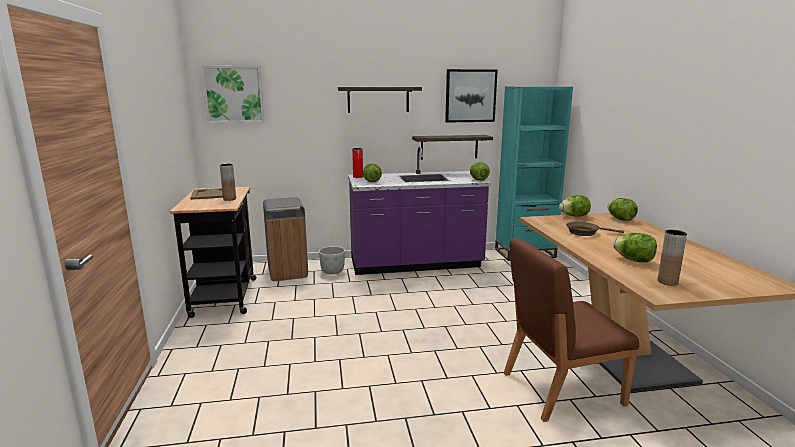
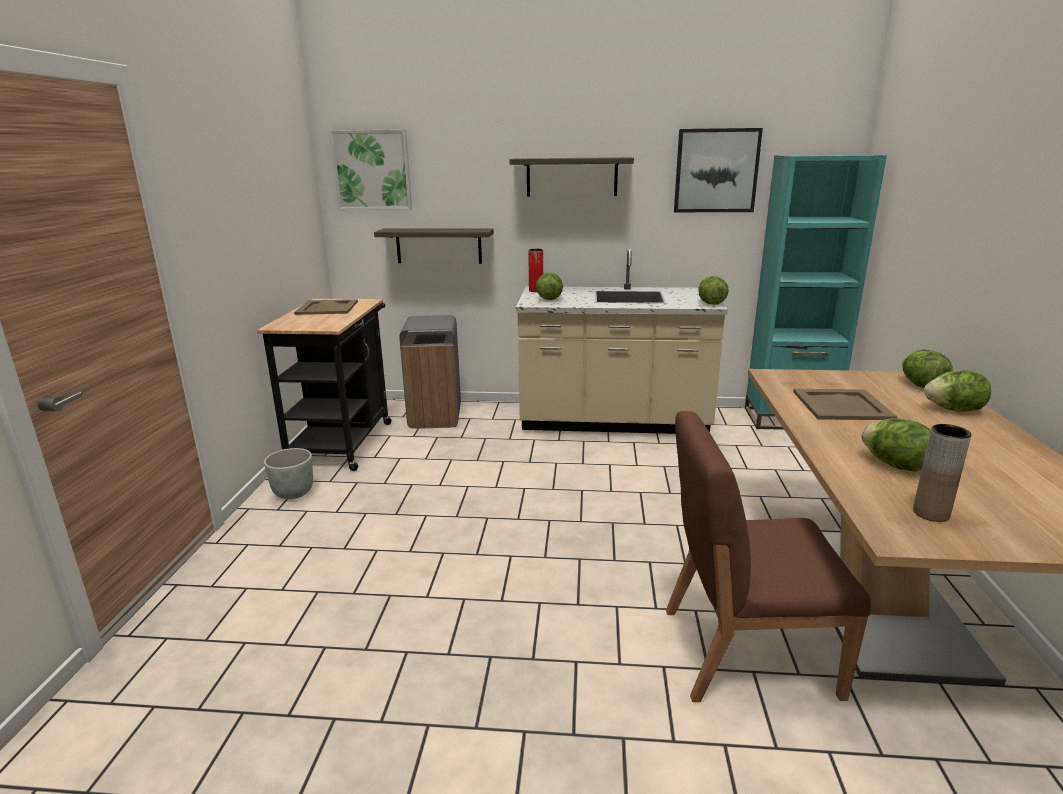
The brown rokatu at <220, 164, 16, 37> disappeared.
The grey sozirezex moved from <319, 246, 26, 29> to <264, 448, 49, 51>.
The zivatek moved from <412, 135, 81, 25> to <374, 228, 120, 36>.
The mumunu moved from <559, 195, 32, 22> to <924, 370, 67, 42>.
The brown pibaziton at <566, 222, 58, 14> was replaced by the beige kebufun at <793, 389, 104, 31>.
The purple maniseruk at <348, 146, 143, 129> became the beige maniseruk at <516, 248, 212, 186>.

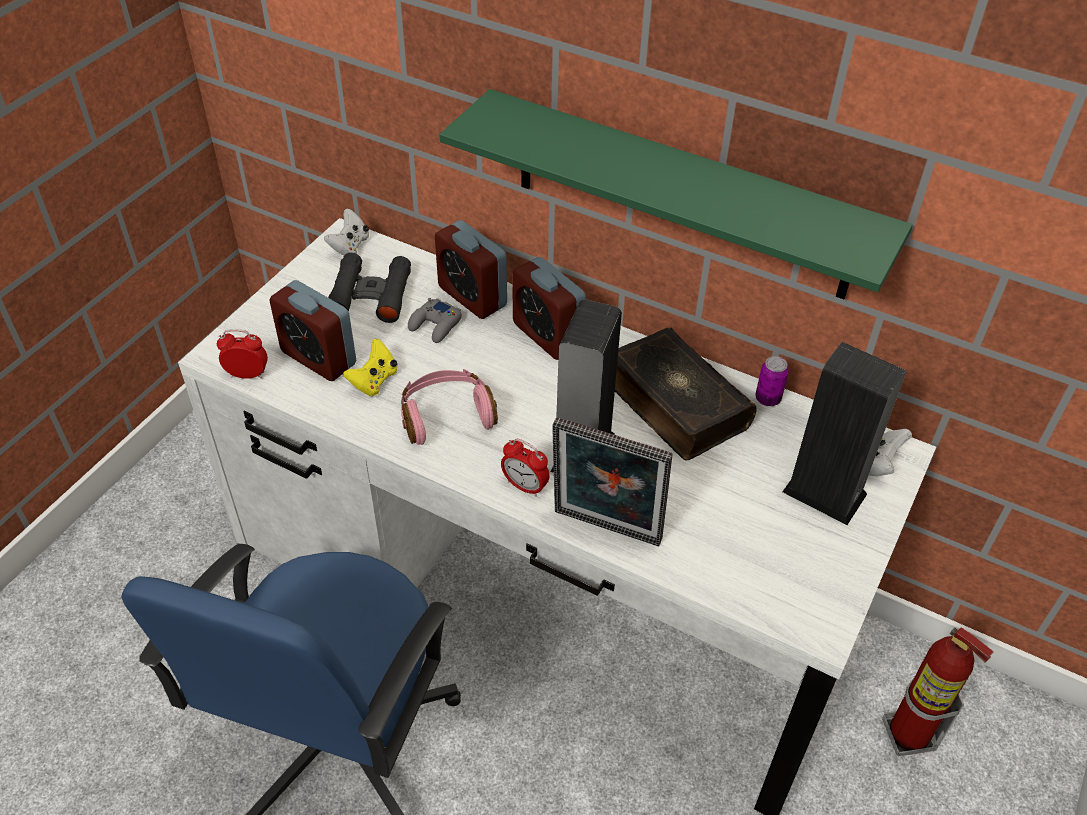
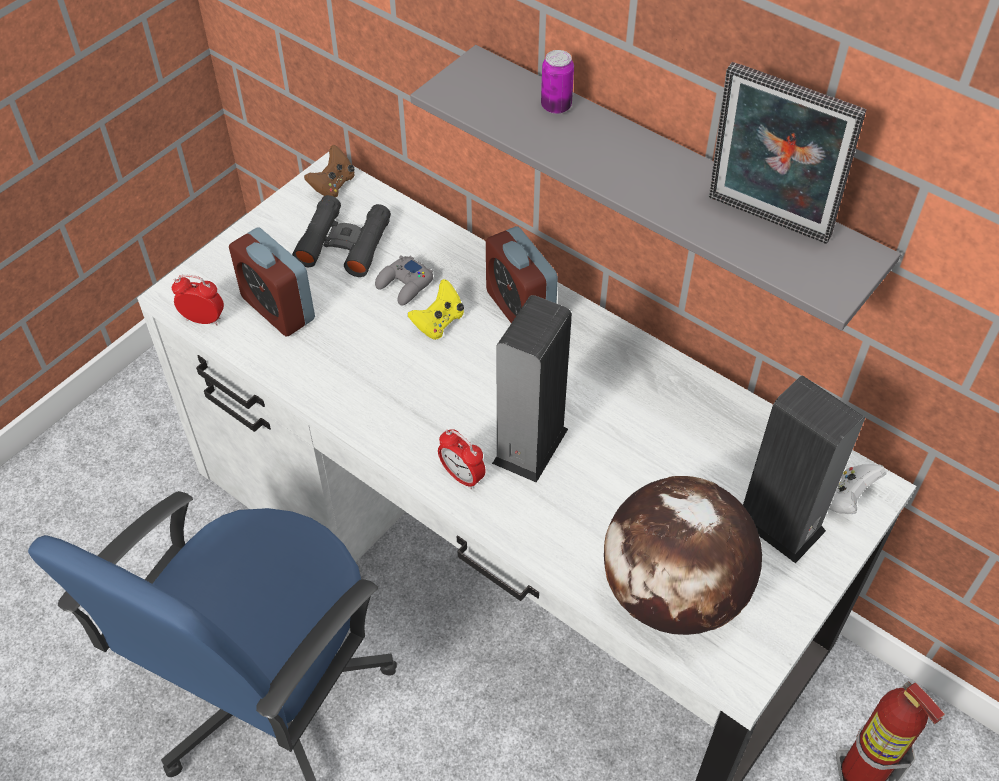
The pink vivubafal at <401, 369, 97, 76> disappeared.
The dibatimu at <435, 220, 72, 99> disappeared.
The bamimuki at <615, 327, 141, 134> disappeared.
The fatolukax at <604, 476, 158, 159> appeared.
The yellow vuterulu moved from <343, 339, 54, 57> to <408, 279, 56, 61>.
The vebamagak moved from <552, 417, 120, 129> to <709, 62, 157, 182>.
The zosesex moved from <755, 356, 34, 50> to <541, 50, 33, 64>.
The white vuterulu at <324, 208, 45, 47> became the brown vuterulu at <304, 145, 51, 53>.
The green zivatek at <439, 89, 474, 210> became the grey zivatek at <410, 45, 491, 286>.

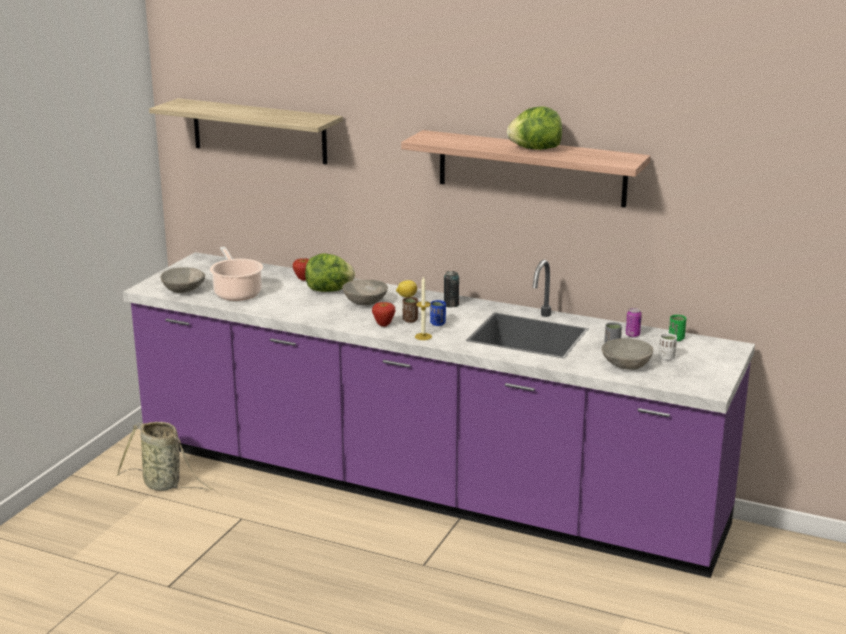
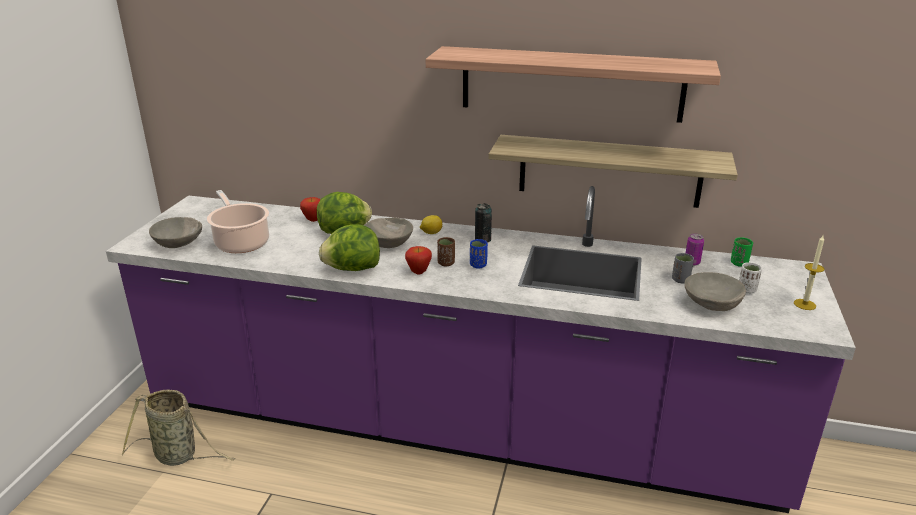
The zivatek moved from <149, 98, 194, 66> to <488, 135, 250, 73>.
The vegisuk moved from <415, 276, 17, 64> to <794, 235, 30, 75>.
The mumunu moved from <507, 106, 55, 44> to <319, 224, 61, 47>.

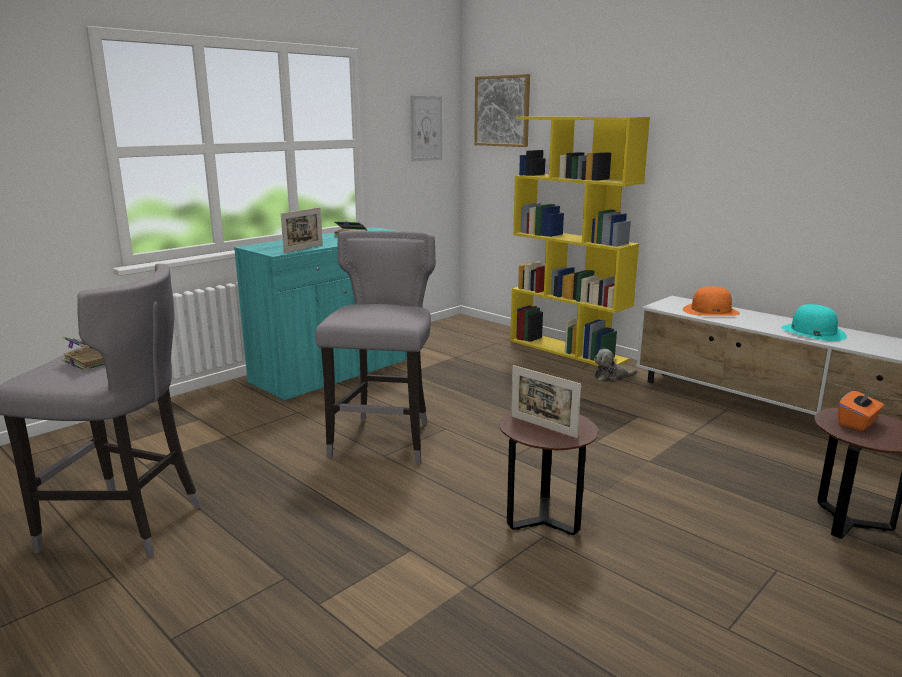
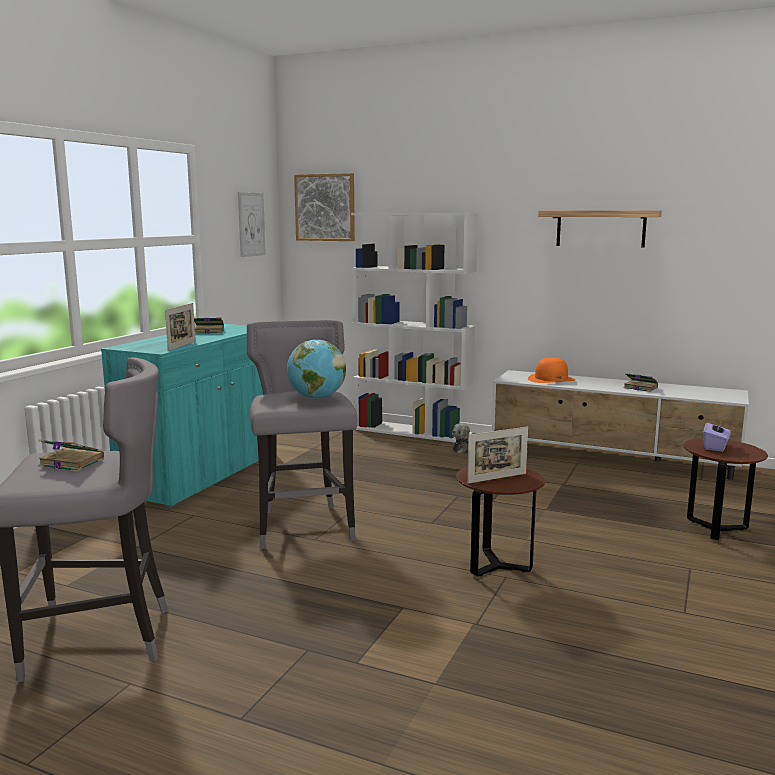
The fatolukax at <287, 340, 59, 59> appeared.
The zivatek at <538, 210, 124, 38> appeared.
The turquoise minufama at <781, 304, 66, 37> was replaced by the bamimuki at <623, 373, 35, 19>.
The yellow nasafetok at <510, 117, 140, 249> became the white nasafetok at <351, 213, 127, 230>.
The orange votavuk at <838, 389, 46, 42> became the purple votavuk at <703, 420, 28, 32>.
The vebamagak at <511, 365, 70, 73> turned 45 degrees counterclockwise.

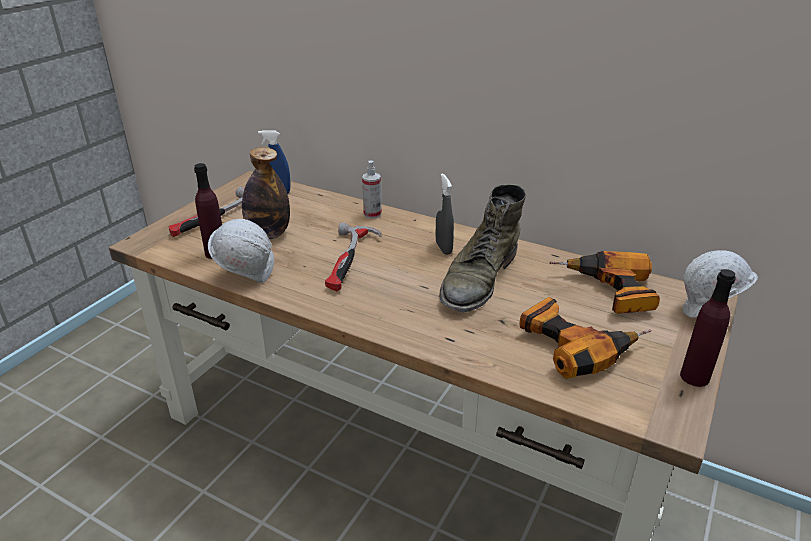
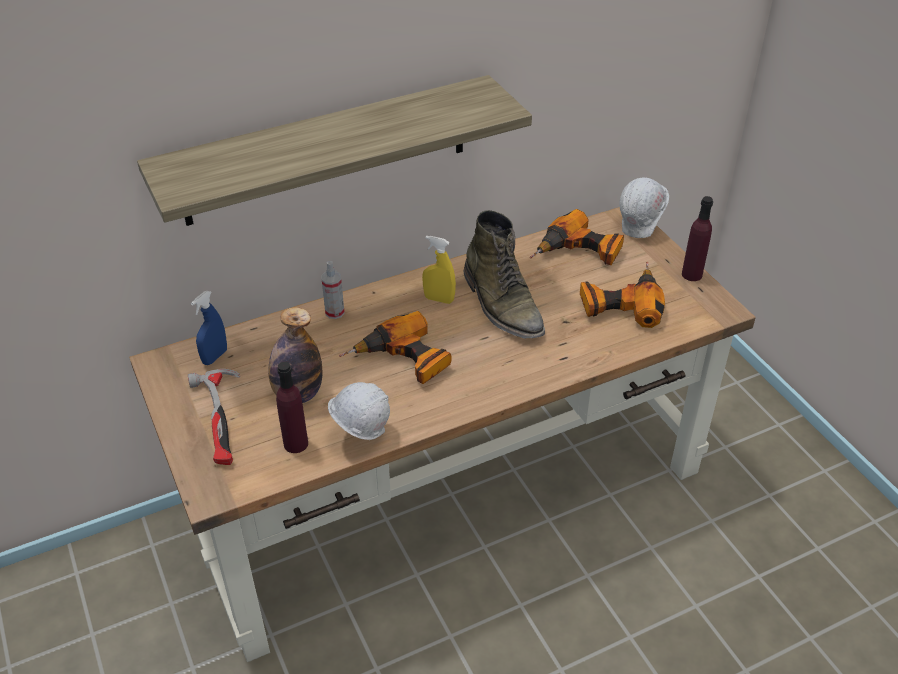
The zivatek at <137, 75, 395, 151> appeared.
The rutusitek at <325, 223, 57, 68> was replaced by the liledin at <339, 311, 112, 73>.
The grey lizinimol at <436, 173, 18, 82> became the yellow lizinimol at <422, 235, 34, 69>.

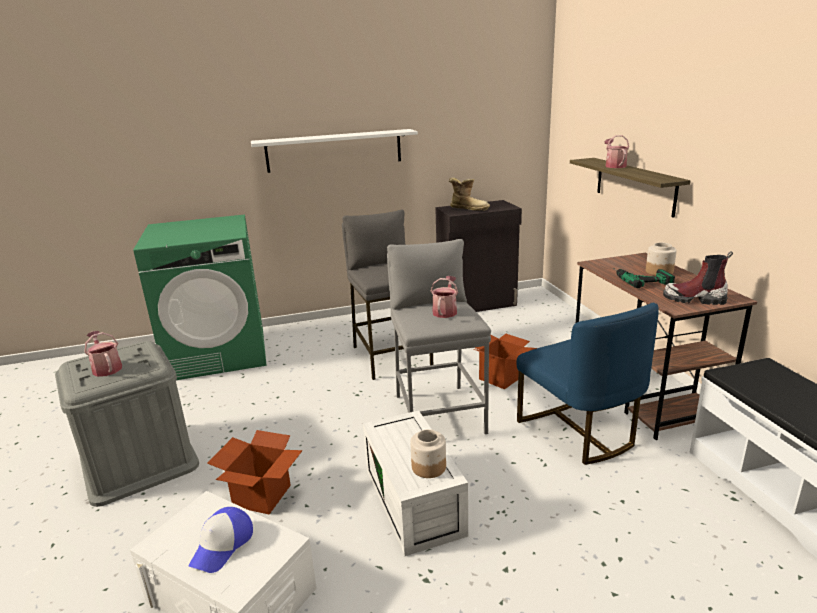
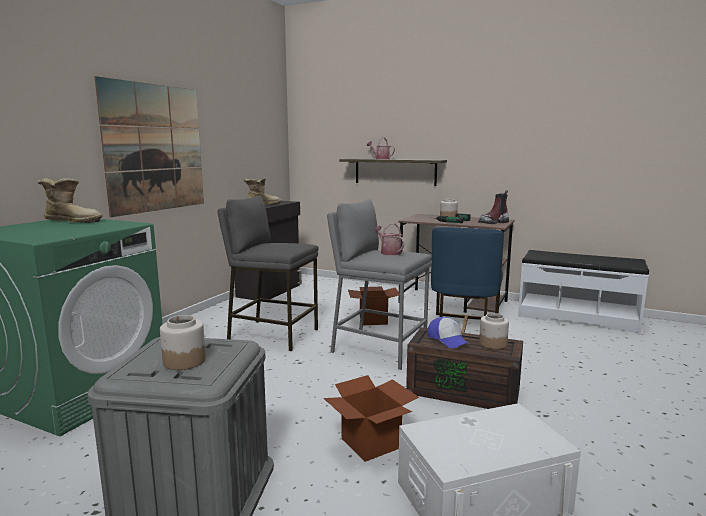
The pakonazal at <37, 178, 66, 45> appeared.
The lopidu moved from <189, 507, 64, 66> to <428, 317, 41, 31>.
The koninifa at <84, 331, 38, 46> was replaced by the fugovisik at <160, 315, 46, 55>.
The white zivatek at <251, 129, 167, 44> was replaced by the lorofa at <94, 76, 110, 141>.
The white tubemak at <363, 410, 105, 146> became the brown tubemak at <406, 327, 117, 82>.
The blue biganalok at <517, 303, 142, 162> turned 90 degrees clockwise.

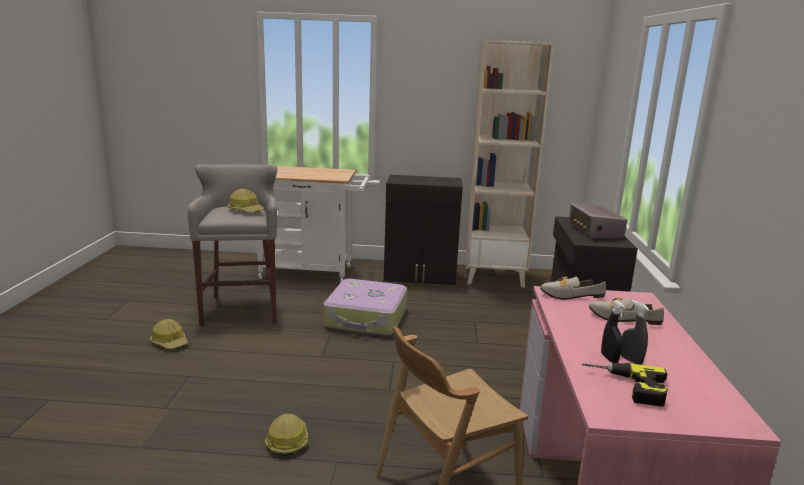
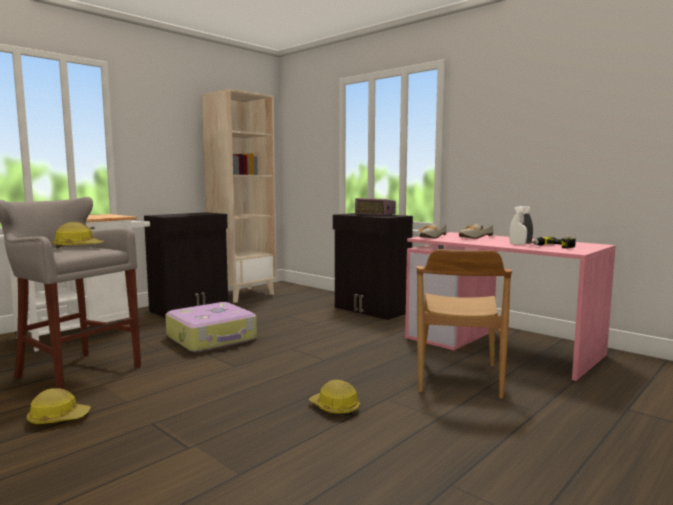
The black lizinimol at <601, 300, 24, 63> became the white lizinimol at <509, 206, 18, 39>.

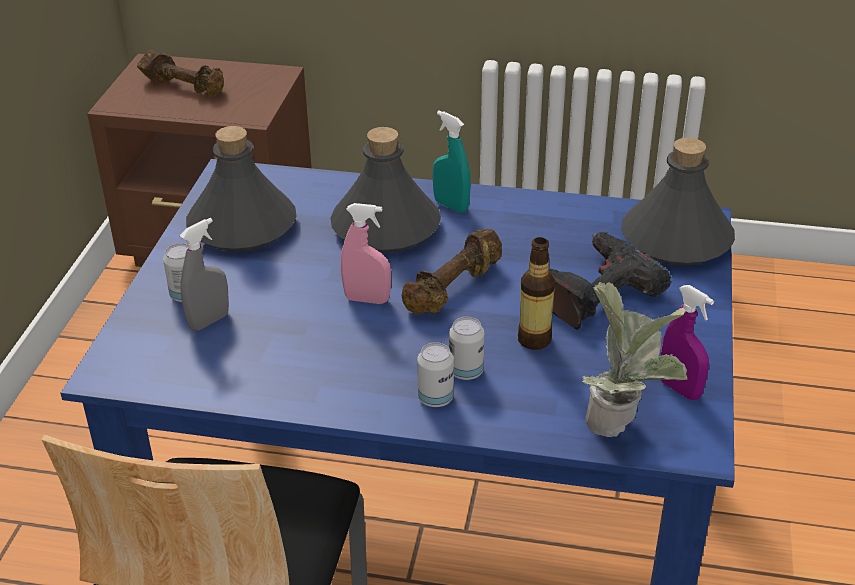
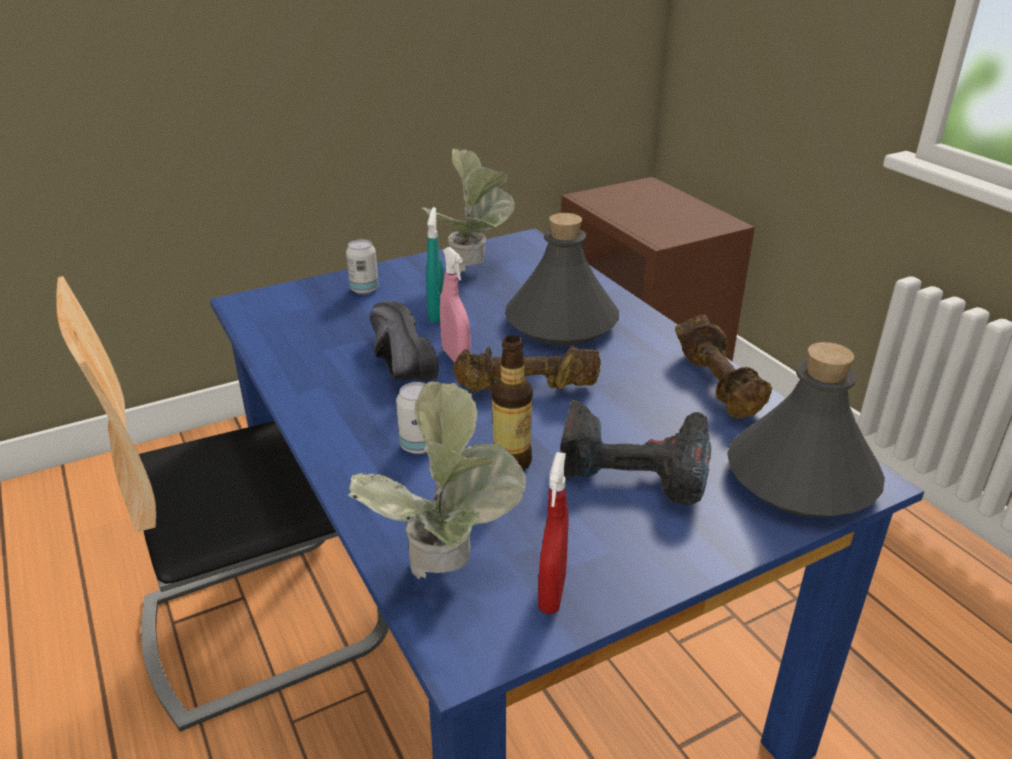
The grey lizinimol at <180, 218, 49, 113> disappeared.
The zosesex at <417, 342, 37, 65> disappeared.
The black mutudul at <369, 301, 70, 80> appeared.
The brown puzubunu moved from <137, 50, 87, 47> to <675, 314, 98, 104>.
The turquoise lizinimol moved from <433, 111, 38, 102> to <426, 207, 18, 116>.
The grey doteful at <186, 126, 110, 126> was replaced by the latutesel at <421, 148, 94, 126>.
The purple lizinimol at <660, 285, 54, 115> became the red lizinimol at <538, 452, 30, 162>.

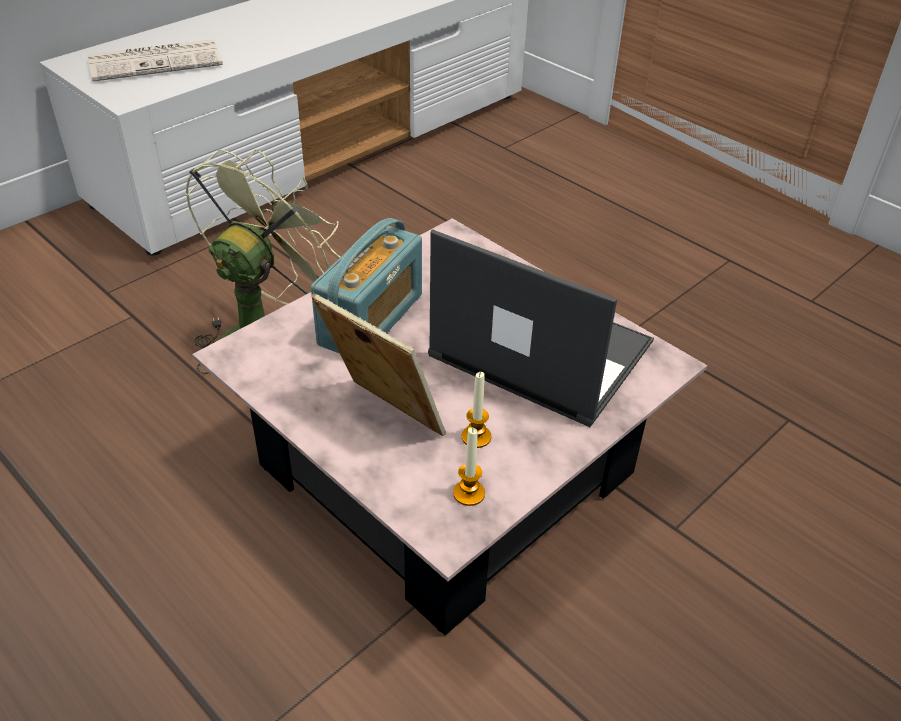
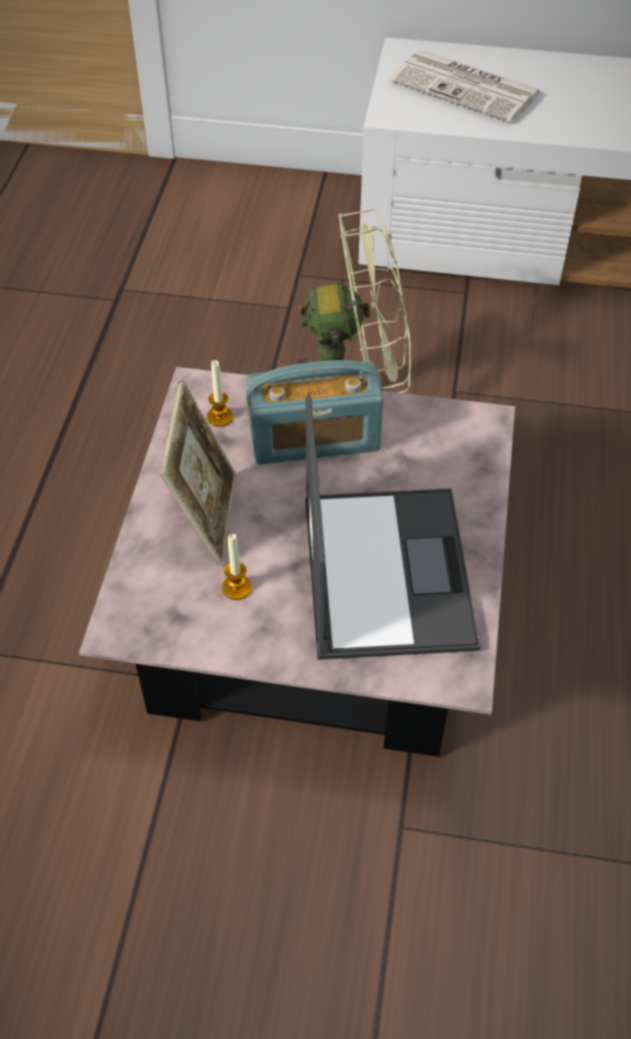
The vegisuk moved from <453, 427, 32, 79> to <207, 360, 26, 67>.

